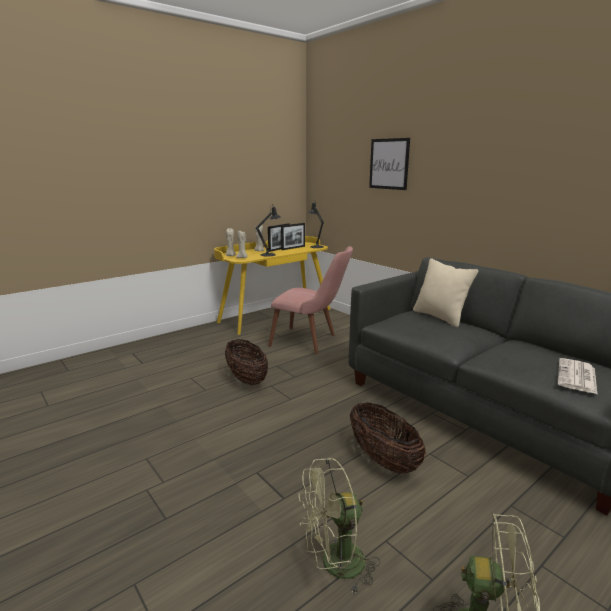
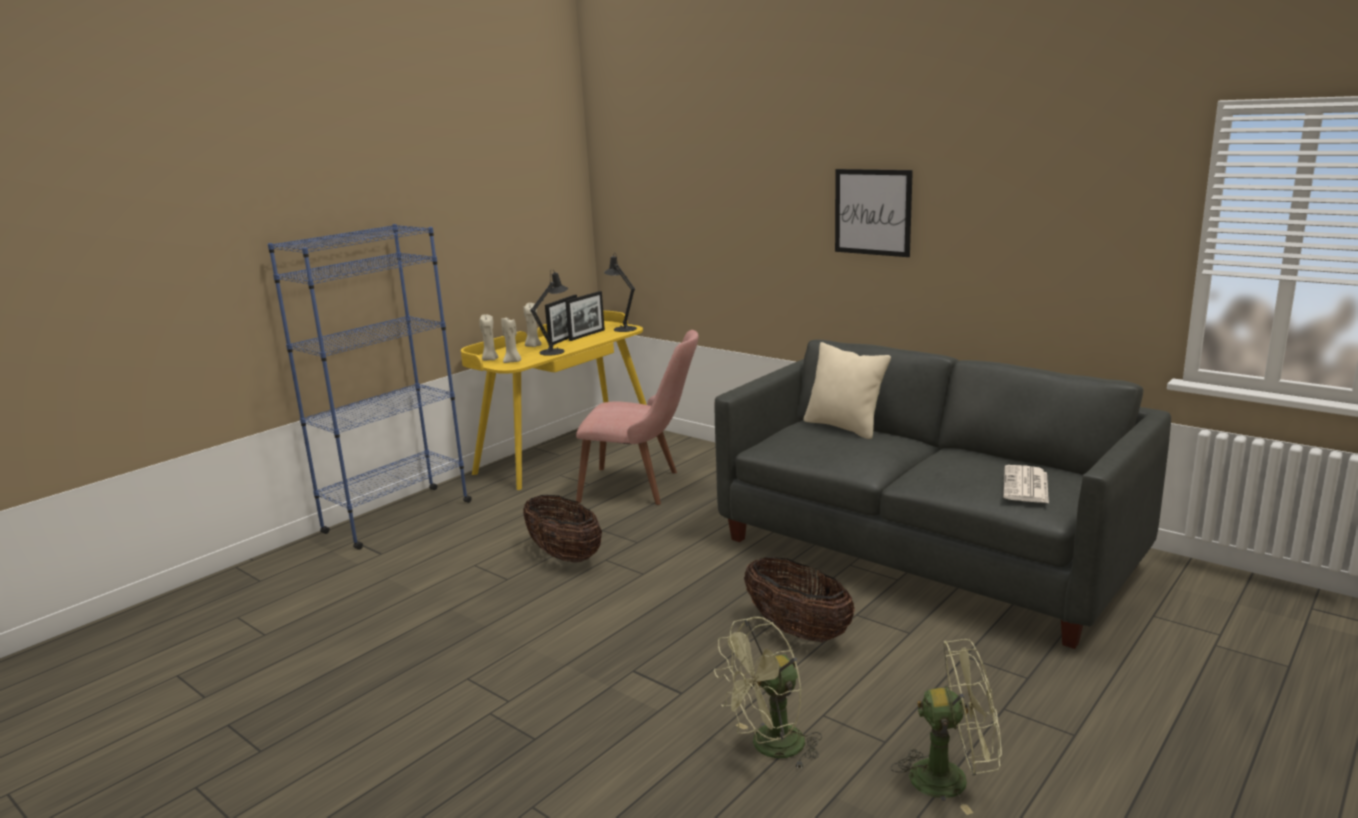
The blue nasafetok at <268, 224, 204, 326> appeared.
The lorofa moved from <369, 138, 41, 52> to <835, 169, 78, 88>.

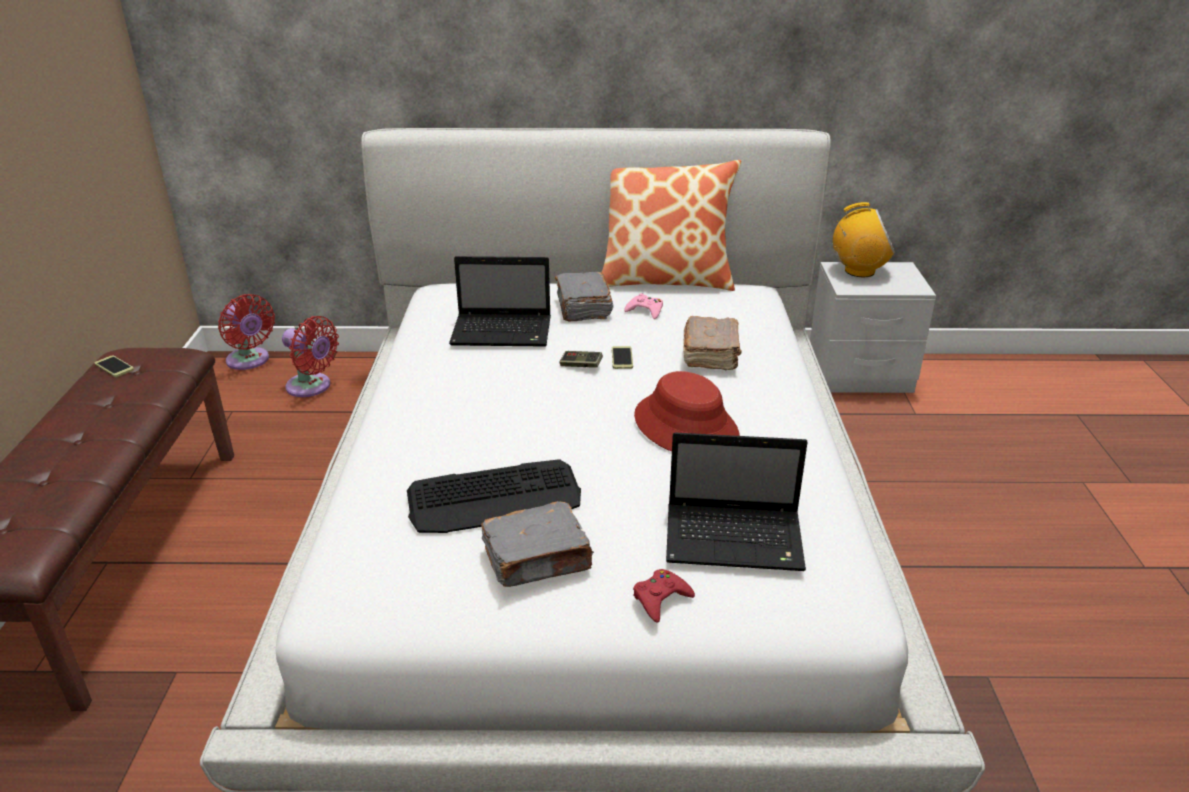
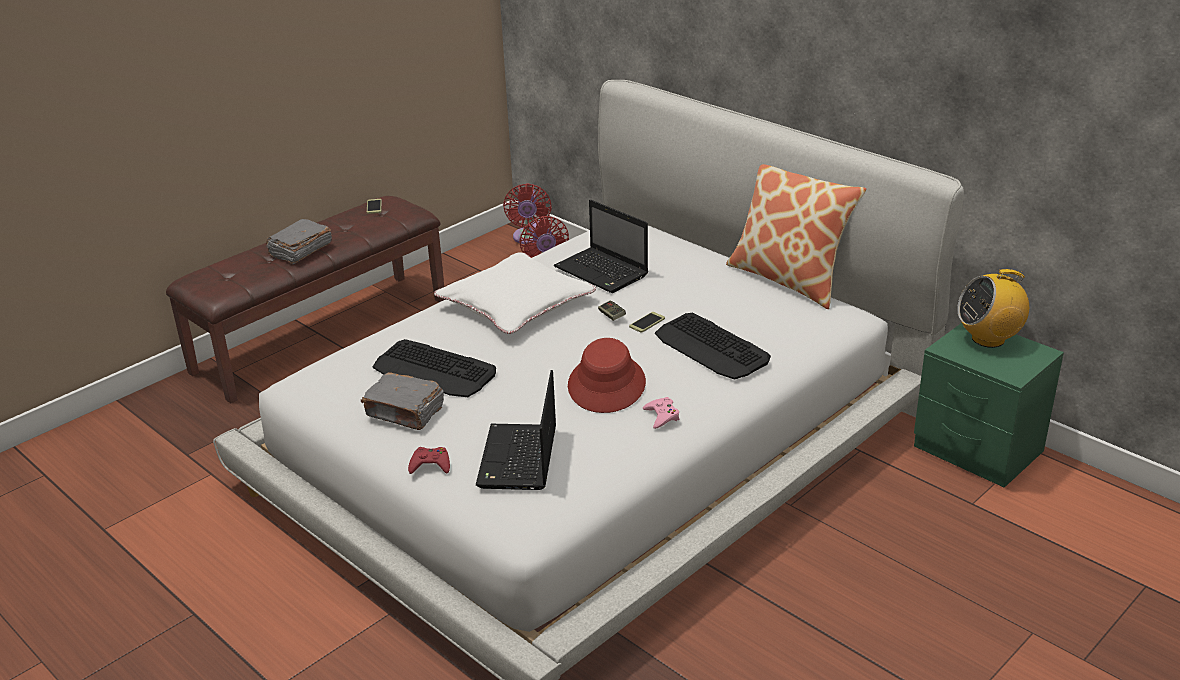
The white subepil at <434, 252, 162, 82> appeared.
The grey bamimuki moved from <555, 272, 58, 50> to <266, 219, 66, 45>.
The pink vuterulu moved from <624, 293, 39, 26> to <643, 397, 36, 32>.
The brown bamimuki at <683, 316, 59, 54> was replaced by the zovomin at <655, 313, 116, 67>.
The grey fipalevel at <810, 262, 126, 131> became the green fipalevel at <914, 323, 150, 165>.
The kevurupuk at <666, 432, 142, 139> turned 45 degrees clockwise.
The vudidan at <833, 202, 62, 75> turned 120 degrees clockwise.

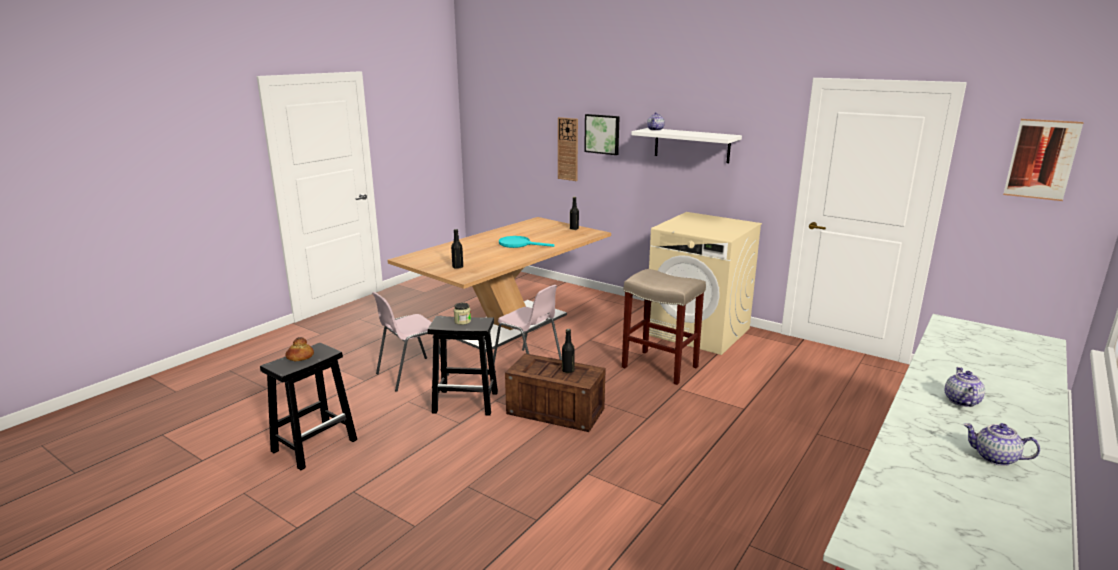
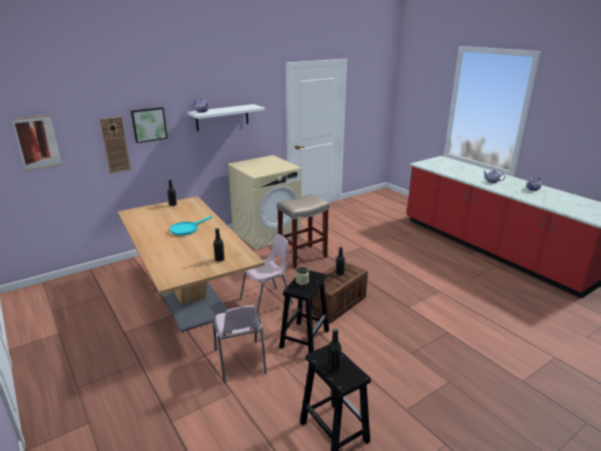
The lorofa moved from <1003, 119, 81, 82> to <12, 115, 50, 55>.
The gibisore at <285, 337, 29, 24> was replaced by the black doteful at <328, 328, 14, 43>.

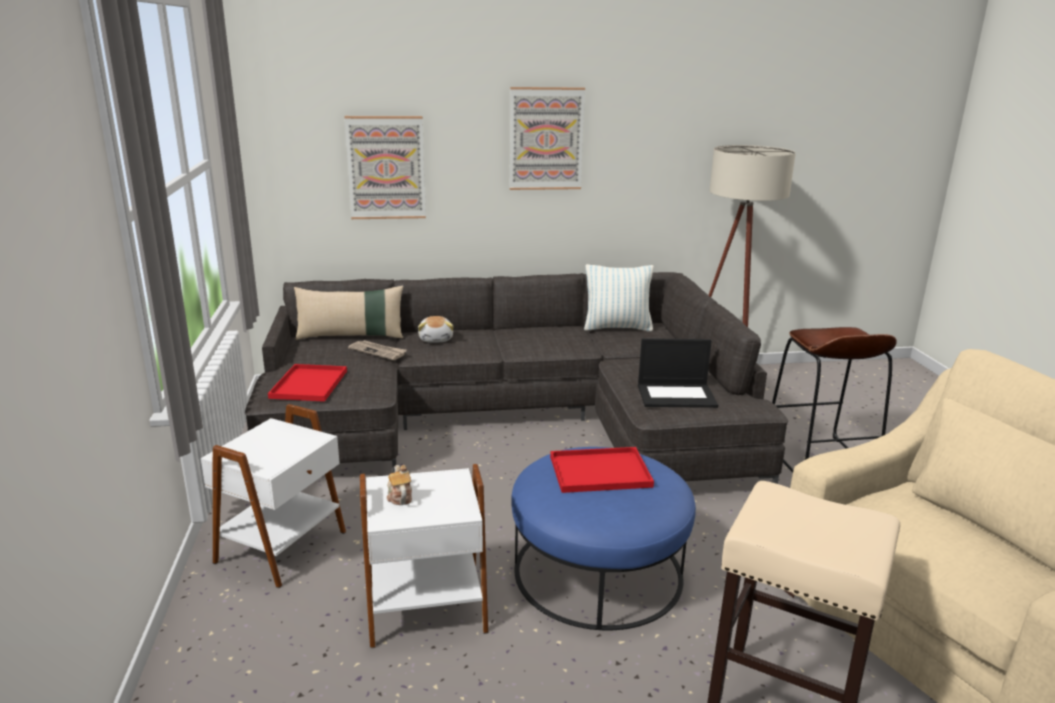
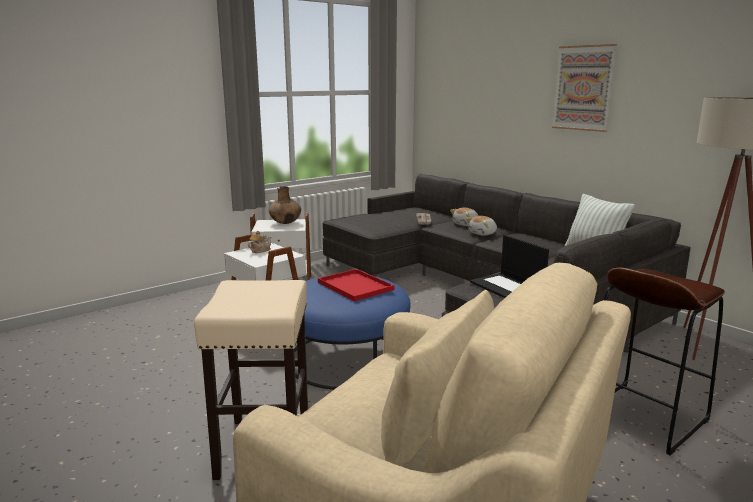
The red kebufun at <268, 364, 79, 38> disappeared.
The beige subepil at <294, 286, 109, 54> disappeared.
The lorofa at <344, 116, 82, 103> disappeared.
The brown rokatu at <269, 186, 32, 38> appeared.
The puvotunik at <466, 216, 31, 20> appeared.

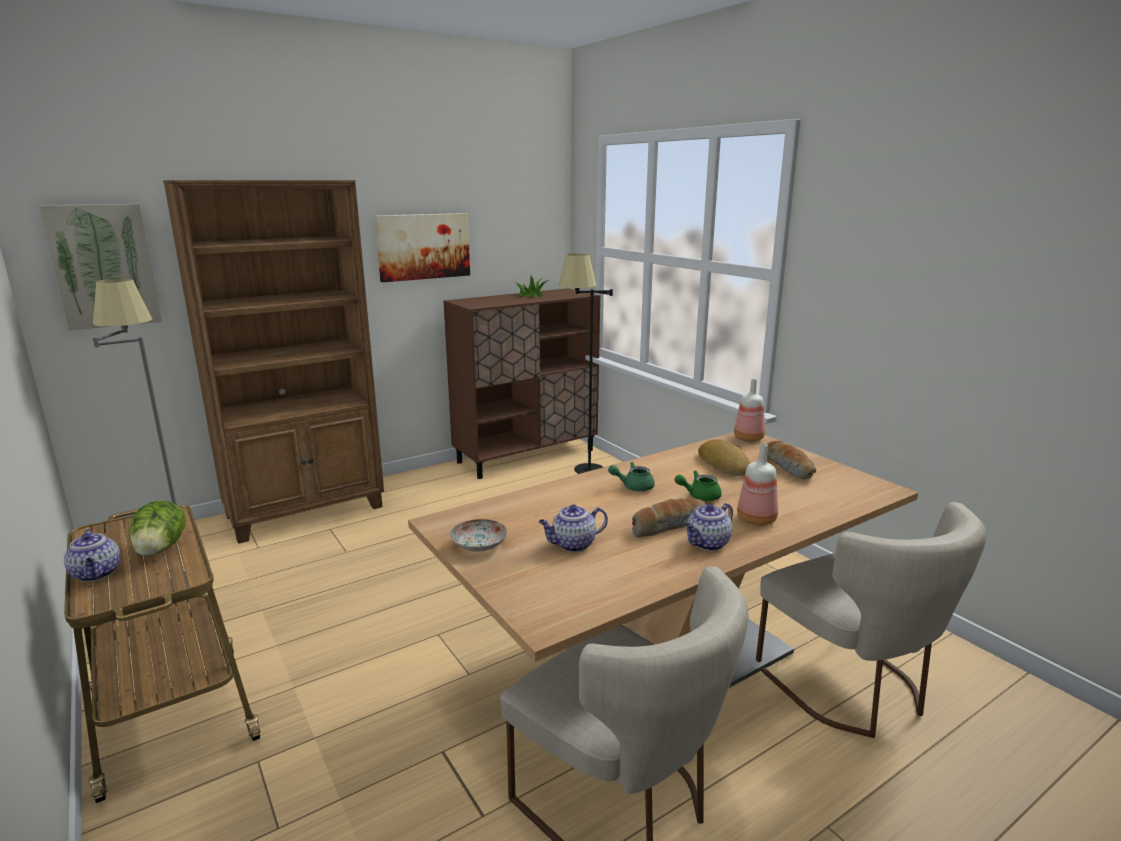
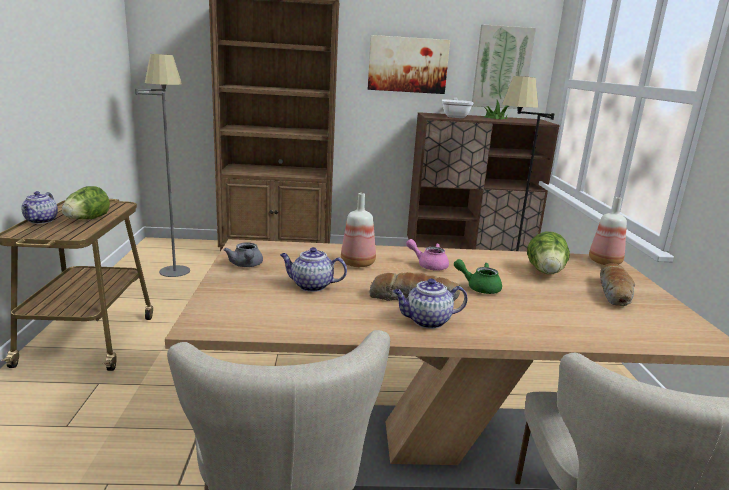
The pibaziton at <442, 98, 31, 20> appeared.
The lorofa moved from <39, 204, 123, 126> to <472, 24, 64, 85>.
The doteful moved from <737, 444, 41, 81> to <341, 193, 35, 74>.
The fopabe at <450, 519, 57, 33> was replaced by the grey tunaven at <224, 242, 39, 25>.
The gibisore at <698, 439, 52, 37> was replaced by the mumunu at <527, 232, 43, 42>.
The green tunaven at <608, 462, 47, 29> became the pink tunaven at <406, 239, 43, 32>.

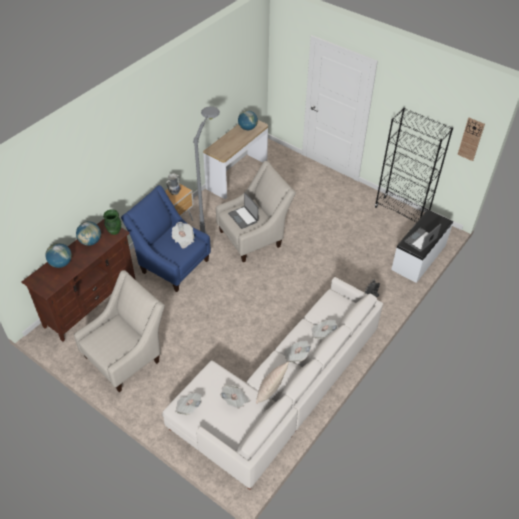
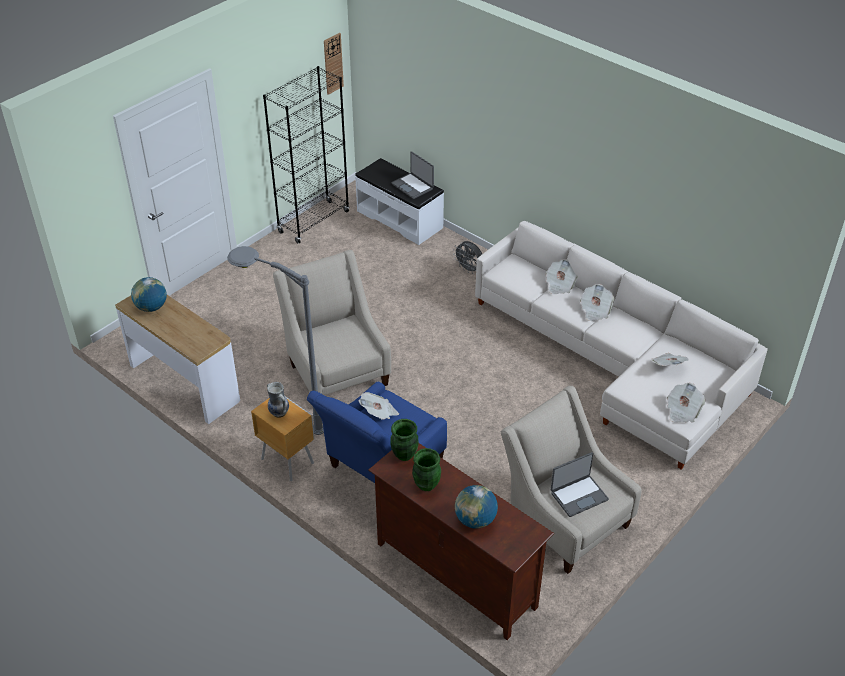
The beige subepil at <256, 362, 33, 42> disappeared.
The kevurupuk moved from <228, 192, 31, 37> to <551, 452, 58, 65>.
The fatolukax at <76, 221, 25, 25> was replaced by the green rokatu at <412, 448, 29, 43>.

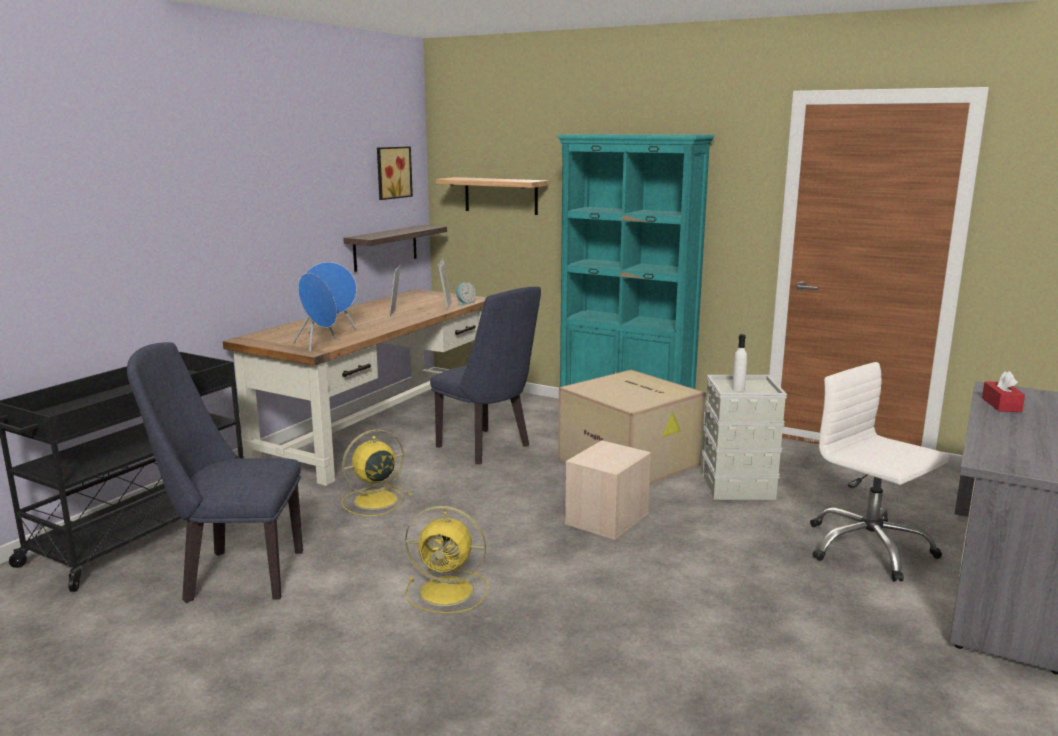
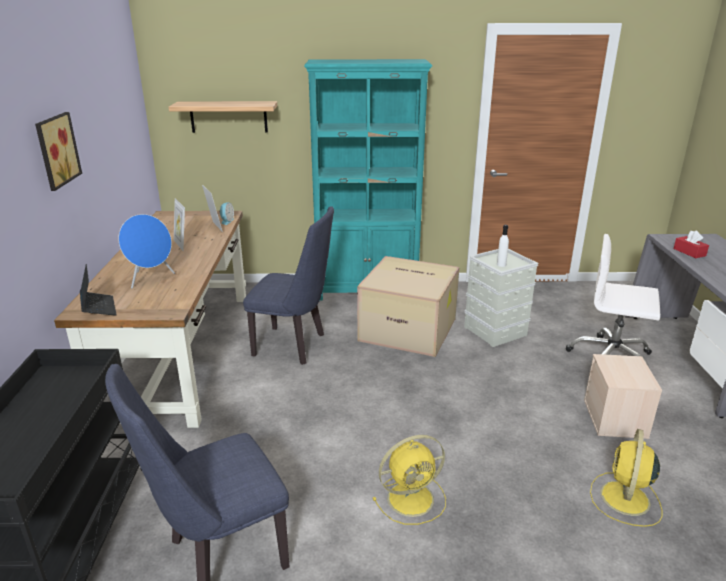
The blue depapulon at <293, 273, 44, 79> disappeared.
The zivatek at <343, 225, 104, 47> disappeared.
The kevurupuk at <80, 264, 37, 51> appeared.
The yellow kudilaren moved from <341, 429, 71, 87> to <590, 429, 73, 98>.
The lorofa moved from <377, 147, 36, 53> to <35, 112, 47, 79>.
The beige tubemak moved from <565, 440, 86, 100> to <584, 354, 78, 85>.

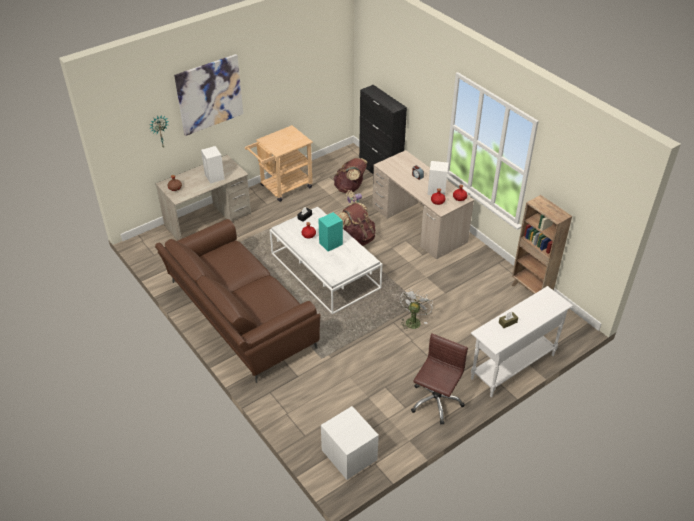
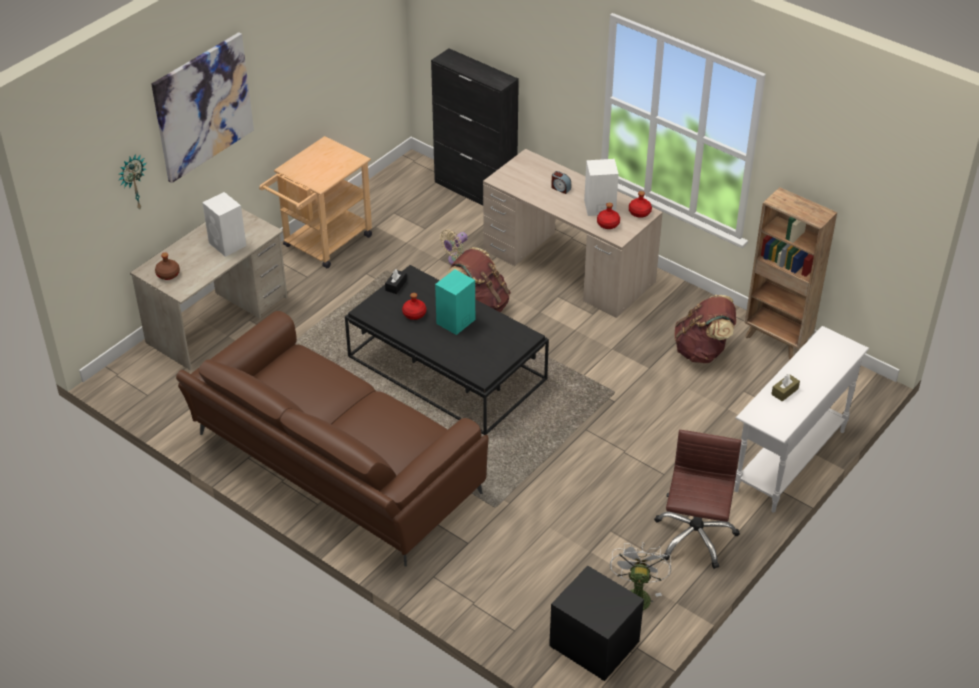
The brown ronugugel moved from <333, 158, 35, 35> to <674, 295, 62, 68>.
The white kudilaren moved from <400, 289, 33, 42> to <610, 542, 62, 68>.
The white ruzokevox at <270, 207, 112, 107> became the black ruzokevox at <345, 265, 204, 170>.
The white fipalevel at <321, 406, 58, 74> became the black fipalevel at <549, 566, 95, 115>.

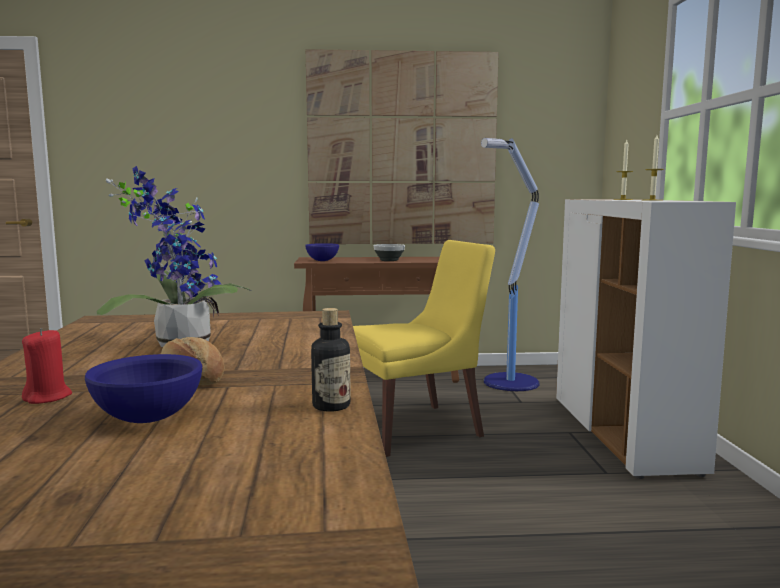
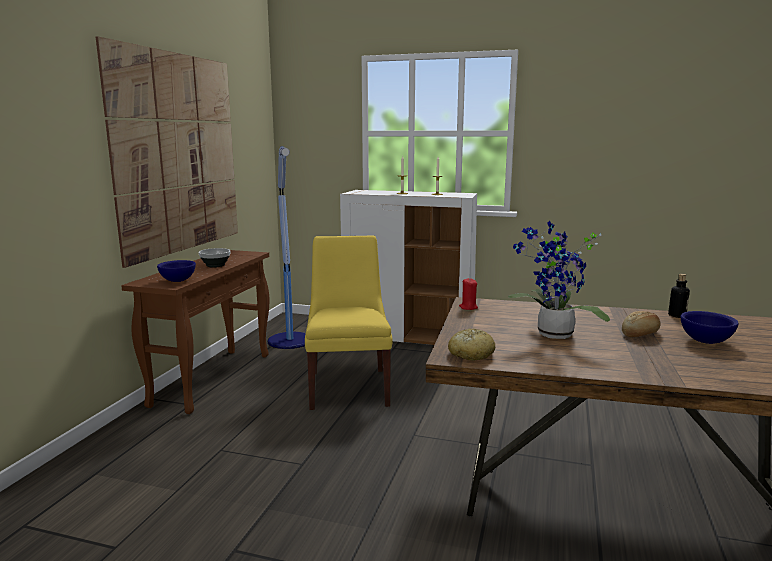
The gibisore at <448, 328, 47, 32> appeared.
The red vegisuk moved from <22, 328, 50, 76> to <459, 278, 19, 32>.

